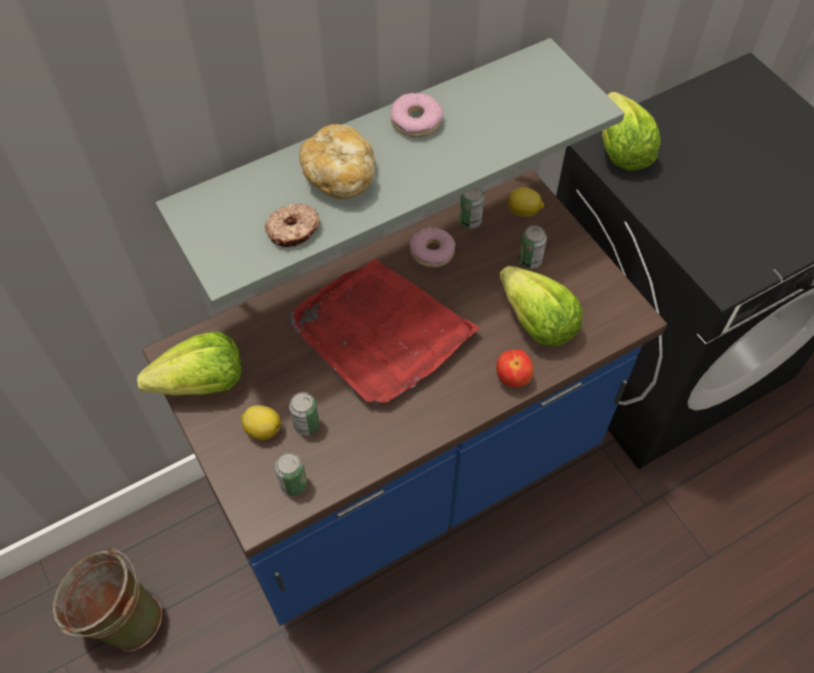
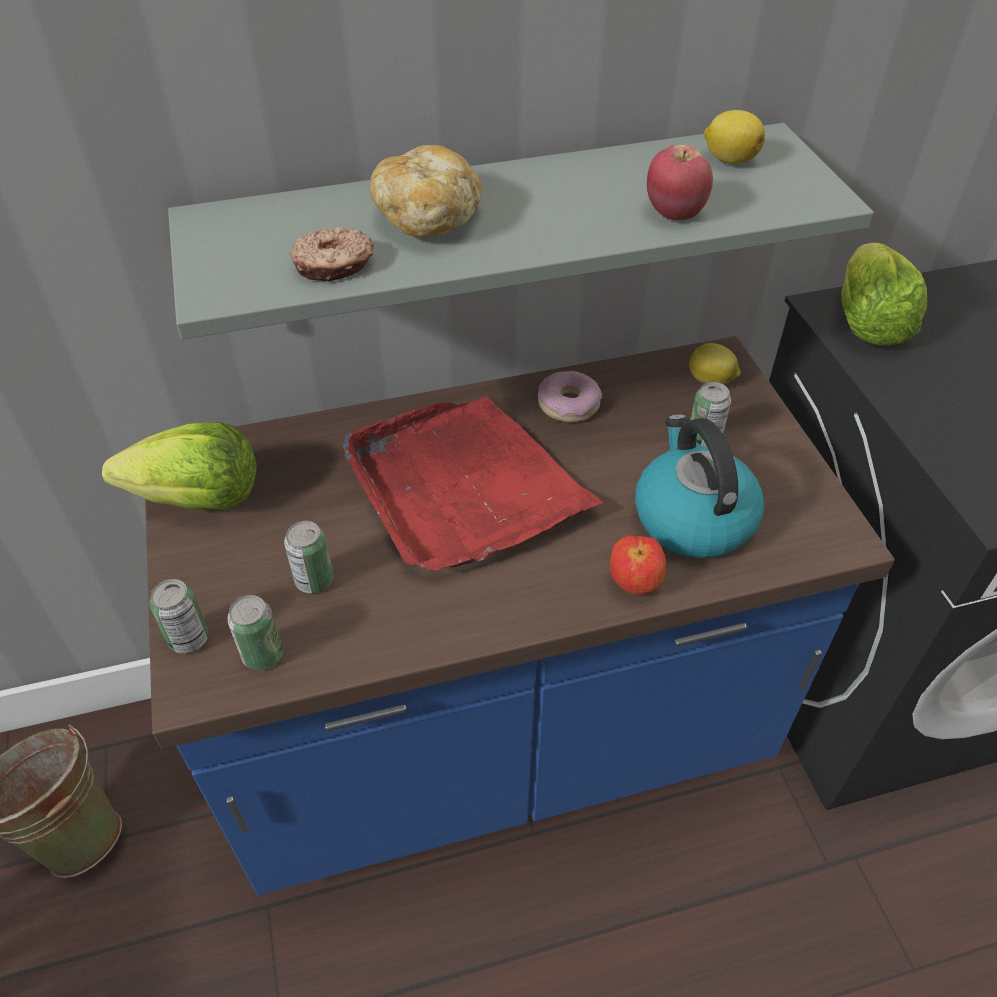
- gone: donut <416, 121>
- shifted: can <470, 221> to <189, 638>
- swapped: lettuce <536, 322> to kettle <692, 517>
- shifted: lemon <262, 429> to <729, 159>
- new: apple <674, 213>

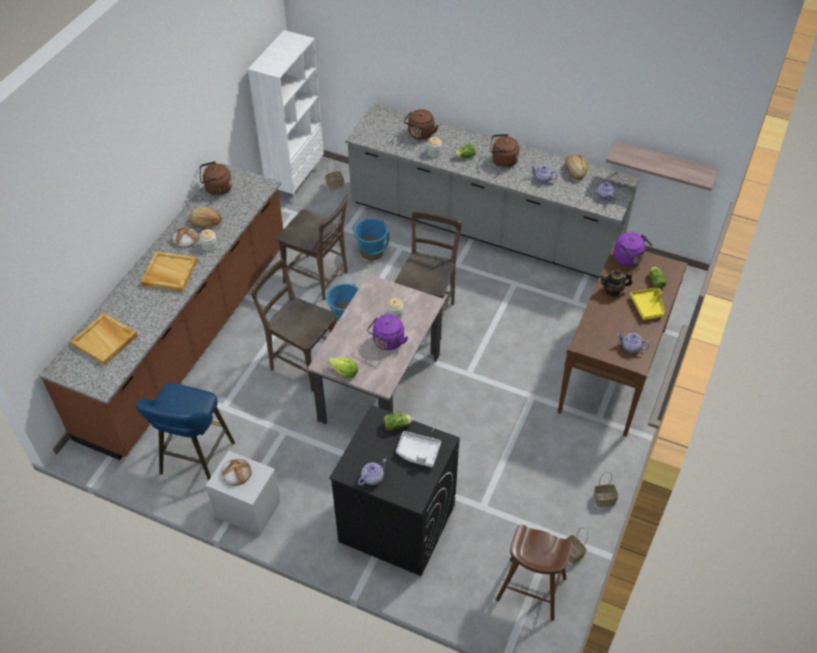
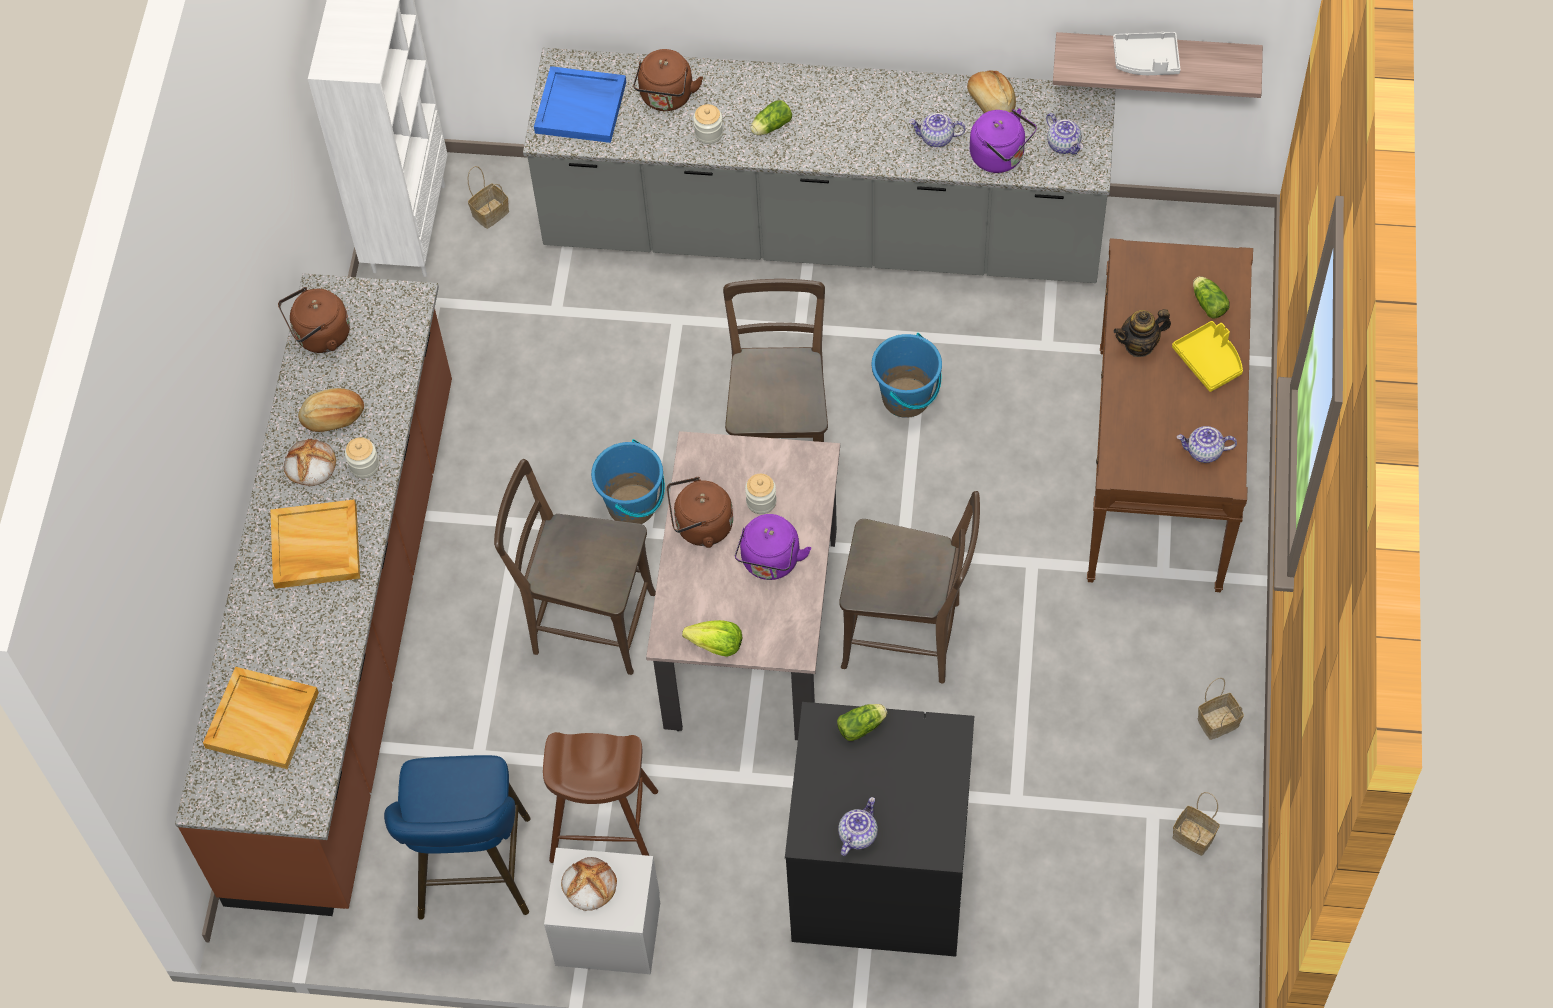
- shifted: brown_kettle <502, 161> to <700, 527>
- shifted: brown_chair <318, 278> to <908, 636>
- shifted: blue_bucket <371, 252> to <906, 398>
- shifted: purple_kettle <629, 259> to <1000, 157>
- shifted: grey_tray <418, 452> to <1146, 60>
- shifted: brown_stool <531, 589> to <604, 826>
- new: blue_tray <581, 107>

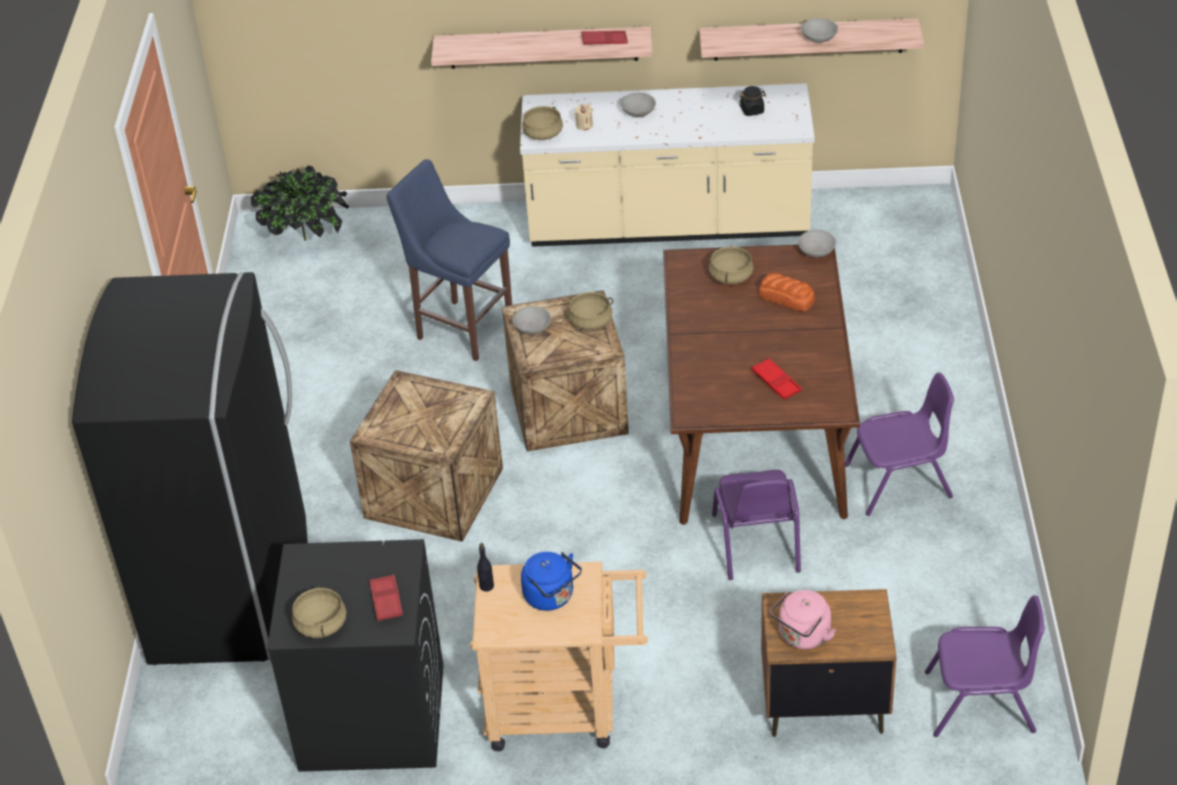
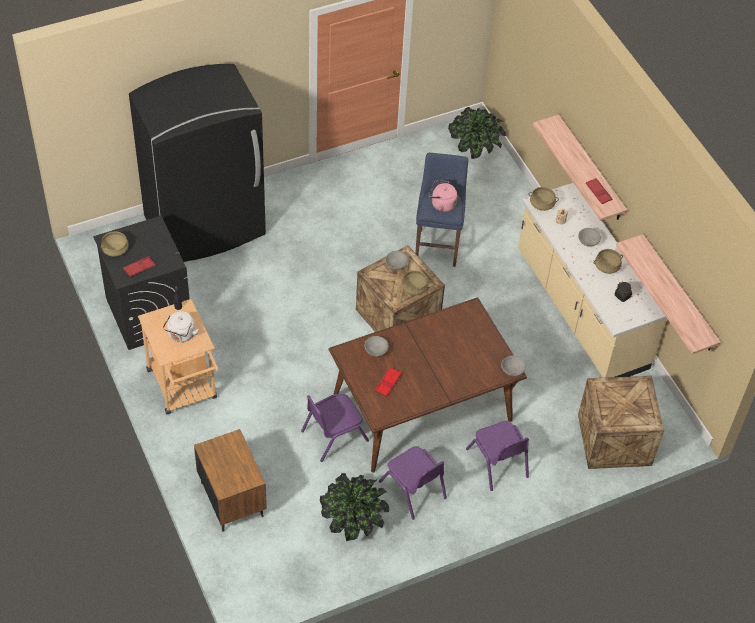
- shifted: grey_bowl <819, 38> to <376, 350>
- shifted: beige_cooking_pot <730, 276> to <607, 266>
- gone: bread <787, 298>
- shifted: crate <436, 492> to <615, 440>
- repainted: blue_kettle <551, 597> to white_kettle <181, 335>
- shifted: pink_kettle <802, 637> to <441, 204>
- shifted: purple_chair <980, 703> to <497, 463>
- new: potted_plant <354, 521>

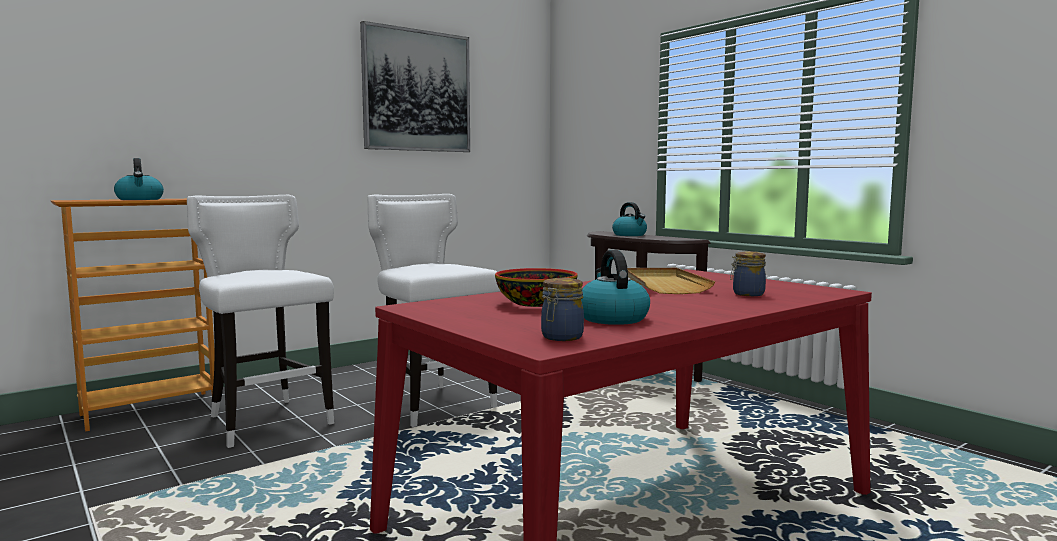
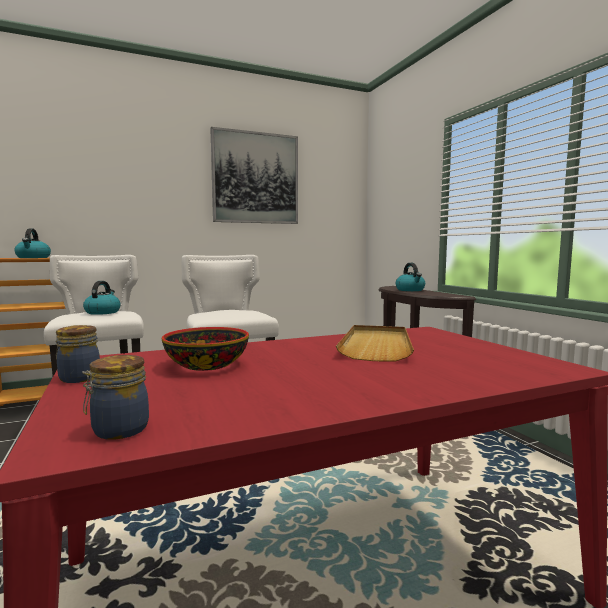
- shifted: kettle <612, 318> to <102, 312>
- shifted: jar <747, 294> to <78, 378>

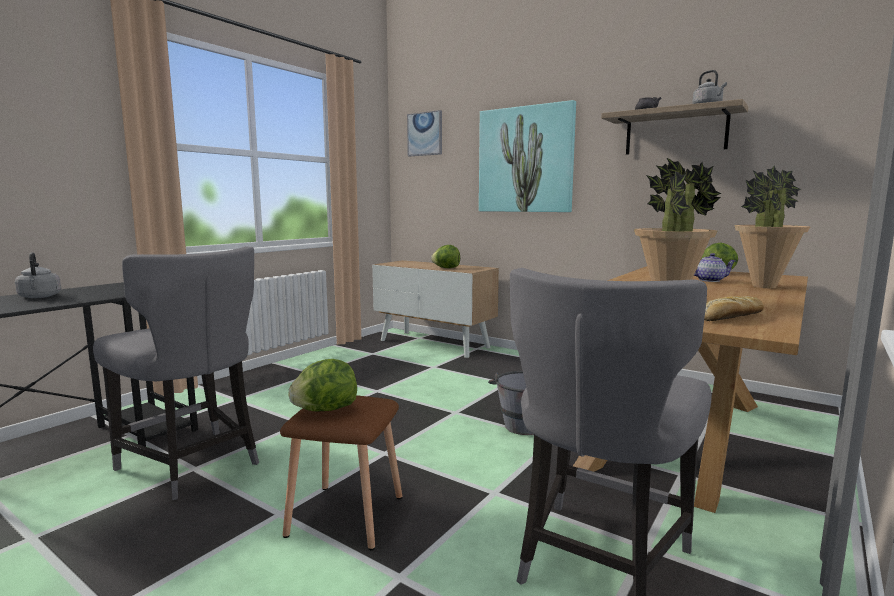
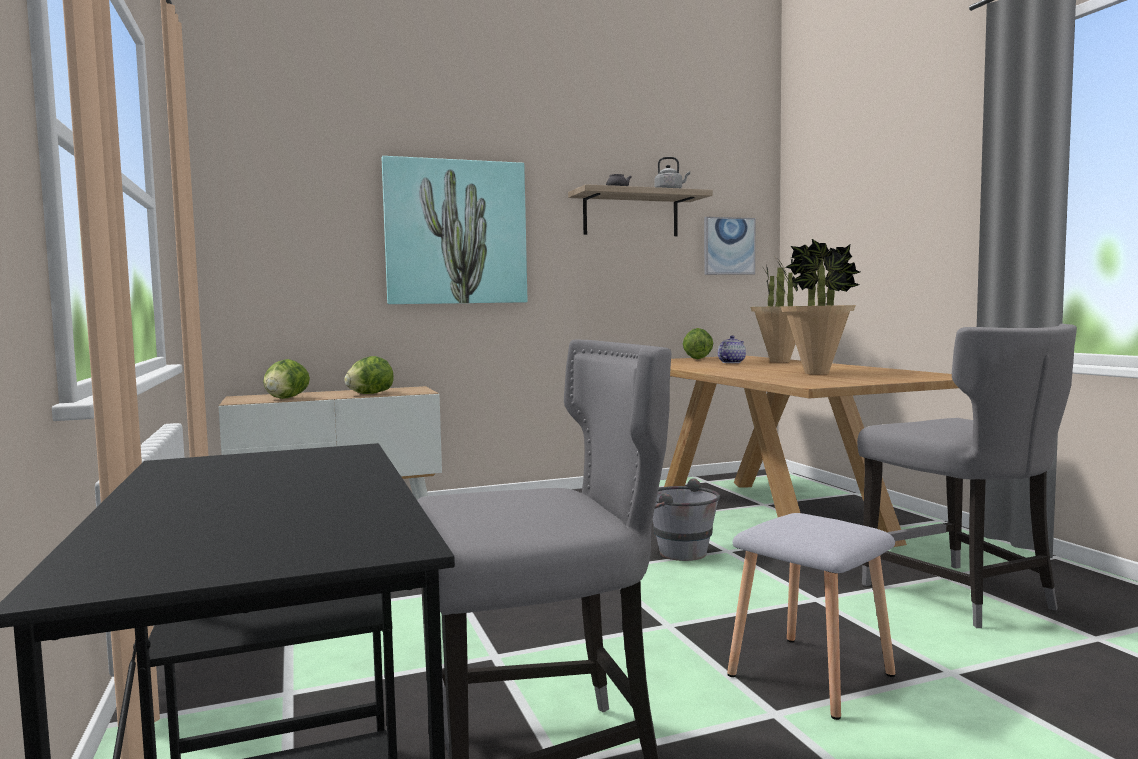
- shifted: picture <425, 134> to <728, 246>
- gone: grey_kettle <39, 297>
- gone: bread <731, 317>
- shifted: lettuce <325, 410> to <286, 398>
- repainted: brown_stool <348, 515> to grey_stool <810, 674>

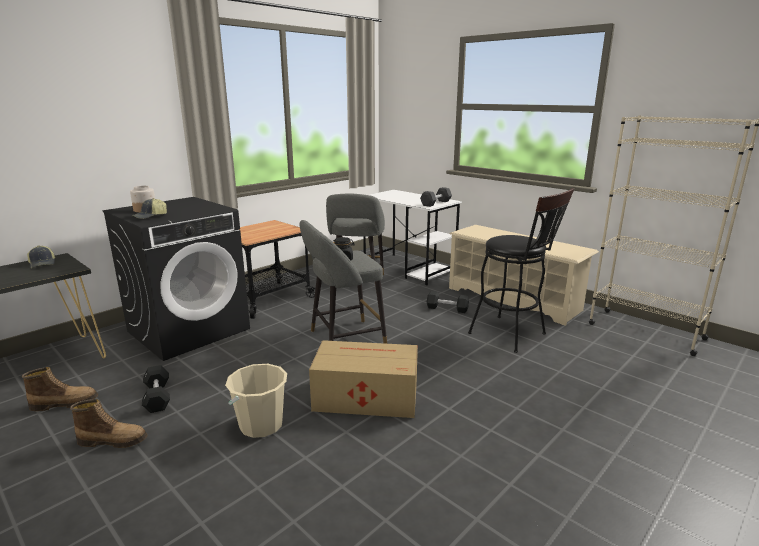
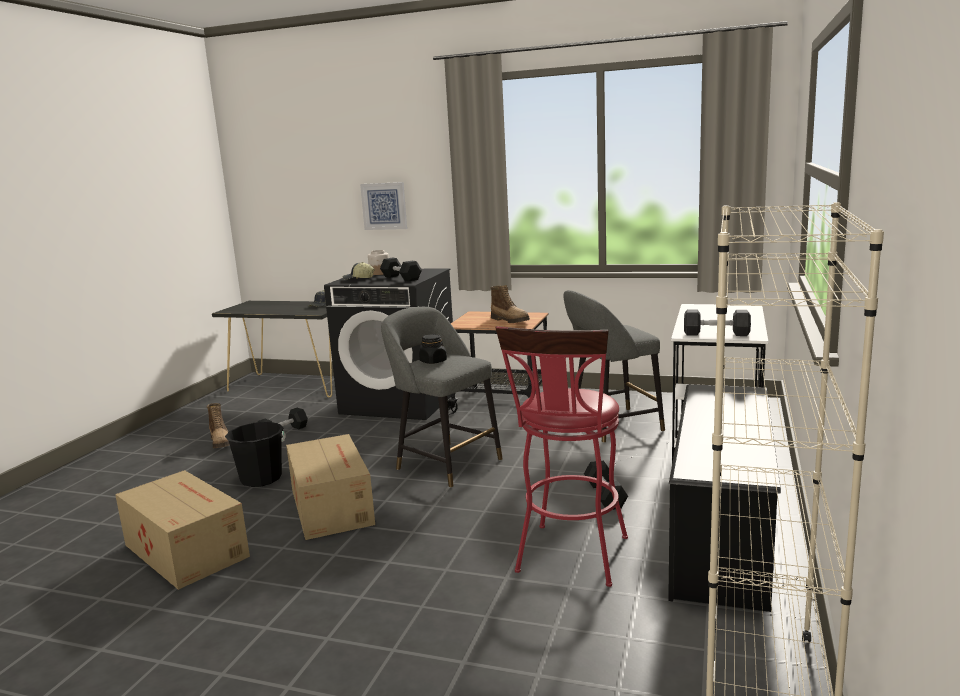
- repainted: black_stool <512, 335> to red_stool <570, 559>
- repainted: beige_shoe_rack <513, 299> to black_shoe_rack <721, 536>
- repainted: beige_bucket <261, 425> to black_bucket <261, 479>
- shifted: boot <65, 403> to <510, 321>
- new: picture <384, 206>
- new: black_dumbbell <401, 278>
- new: cardboard_box <186, 549>

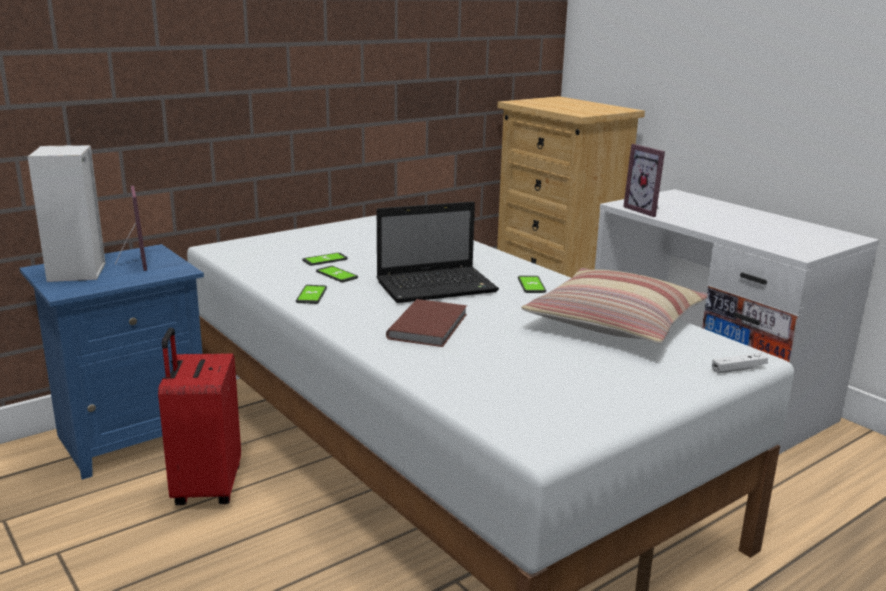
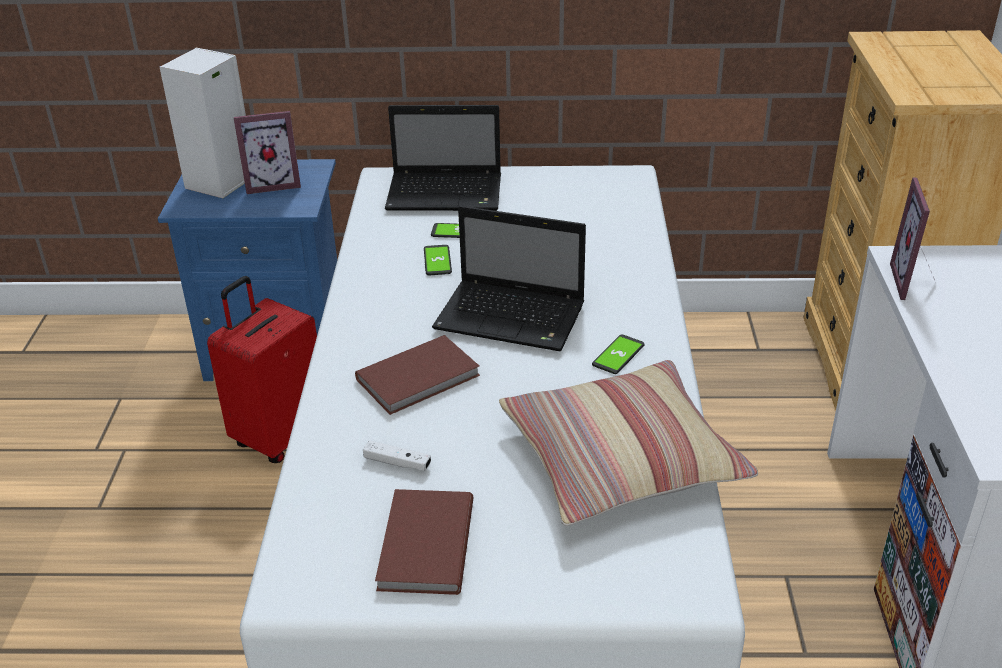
- rotated: picture_frame <130, 264> = <273, 184> 60 degrees clockwise
- gone: phone <311, 295>
- shifted: white_game_controller <738, 369> to <397, 462>
- new: laptop <447, 194>
- new: brown_book <423, 546>

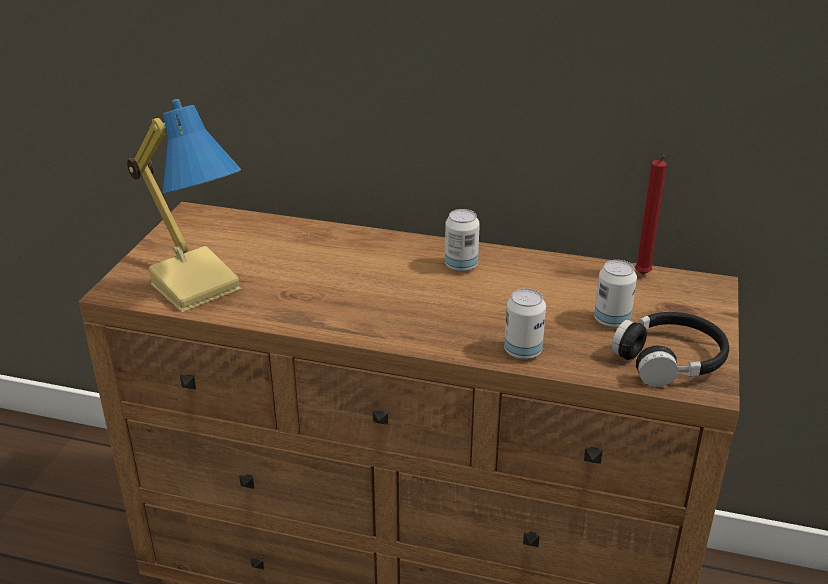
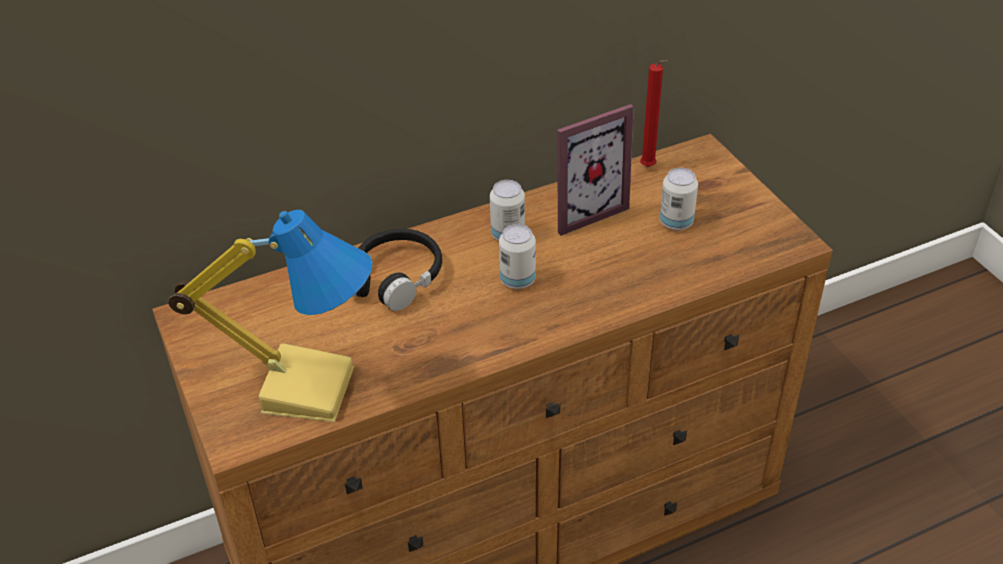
- shifted: can <522, 351> to <517, 280>
- shifted: black_headphones <670, 360> to <395, 278>
- new: picture_frame <582, 209>

